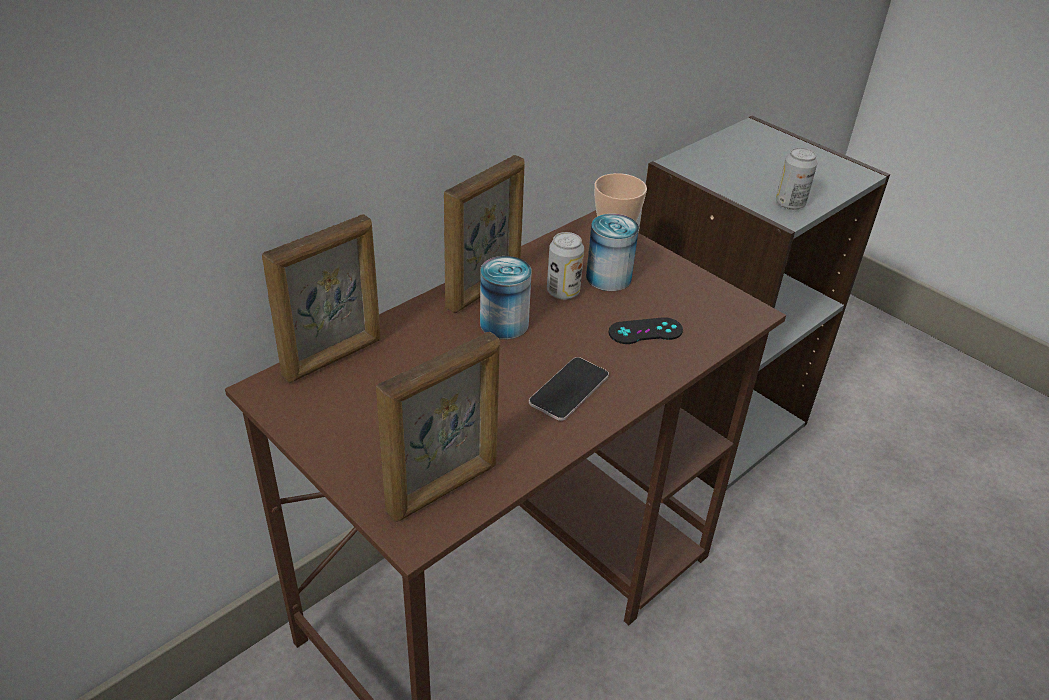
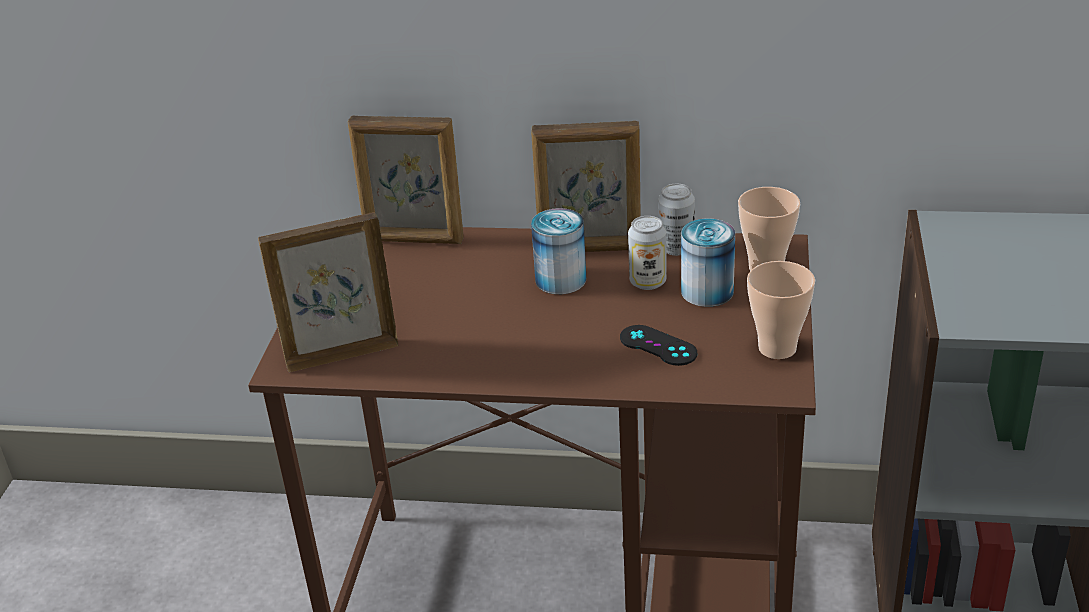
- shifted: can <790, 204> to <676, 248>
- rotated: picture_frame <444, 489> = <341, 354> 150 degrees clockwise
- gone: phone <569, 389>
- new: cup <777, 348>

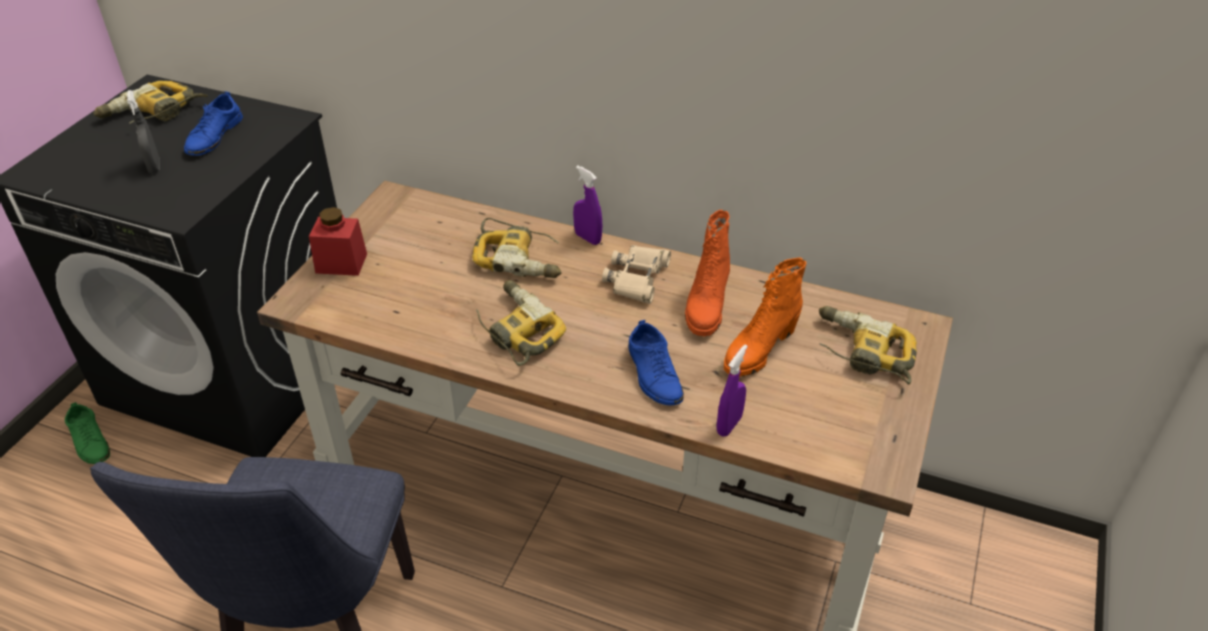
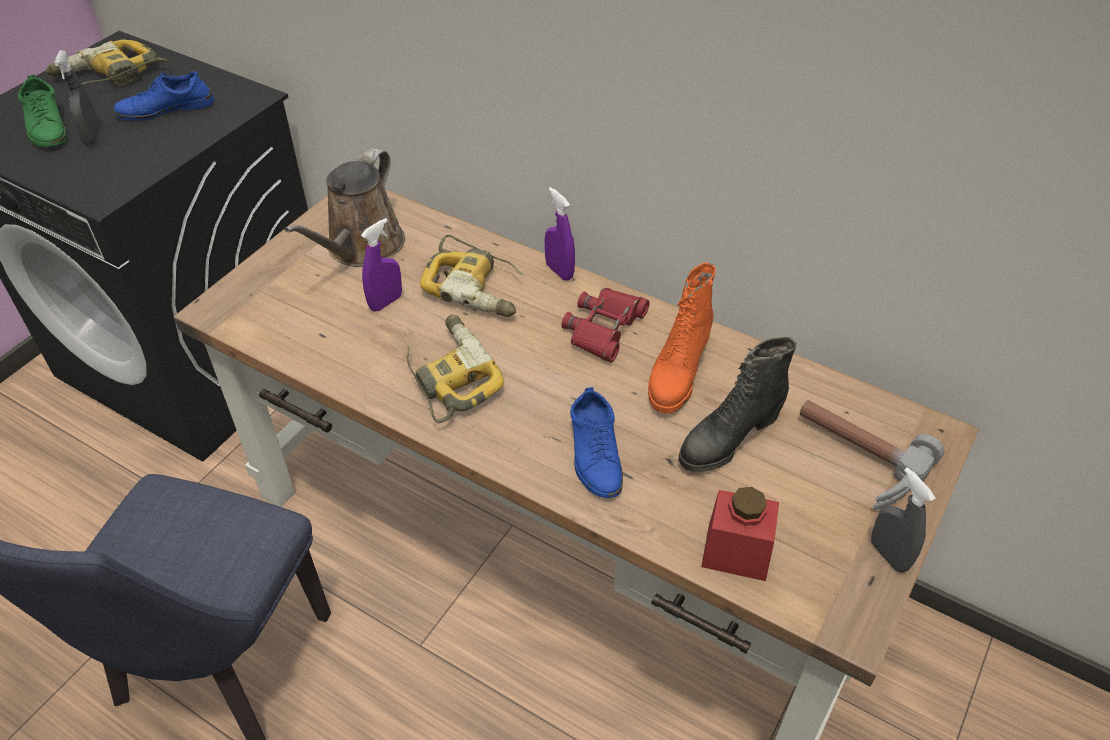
- rotated: blue_shoe <214, 136> = <166, 109> 45 degrees clockwise
- shifted: red_jar <341, 263> to <736, 552>
- repainted: beige_binoculars <637, 278> to red_binoculars <604, 328>
- repainted: orange_boot <759, 350> to black_boot <728, 439>
- swapped: power_drill <861, 353> to hammer <853, 459>
- shifted: purple_spray_bottle <729, 425> to <386, 302>
- shifted: green_shoe <90, 441> to <47, 126>
- new: brown_watering_can <361, 248>
- new: grey_spray_bottle <888, 555>

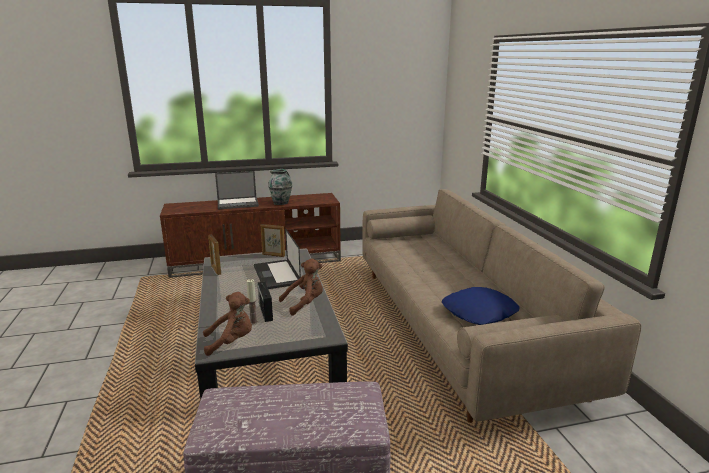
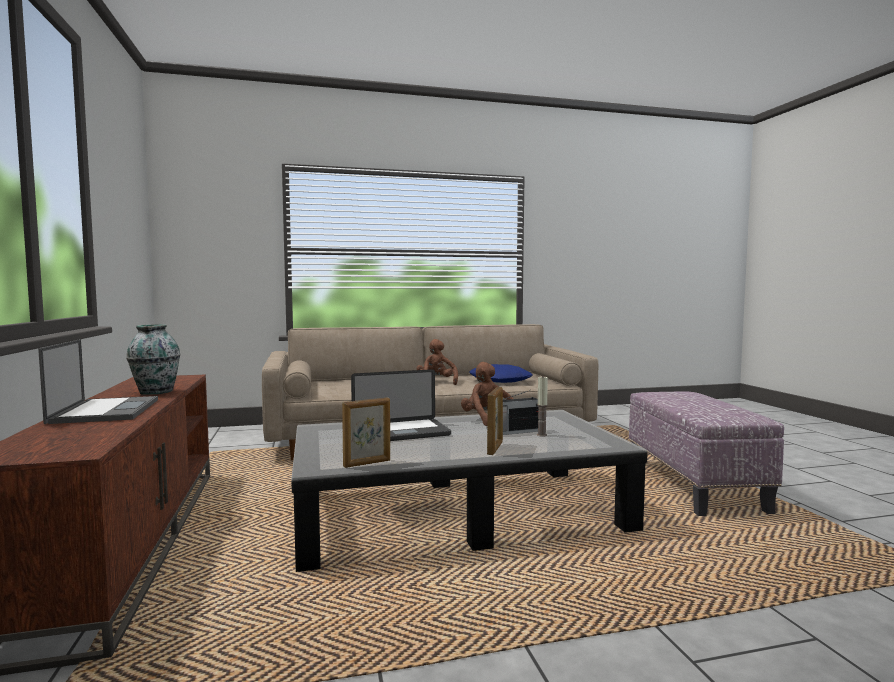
- shifted: picture_frame <273, 255> to <495, 448>
- shifted: brown_plush_toy <231, 342> to <436, 382>

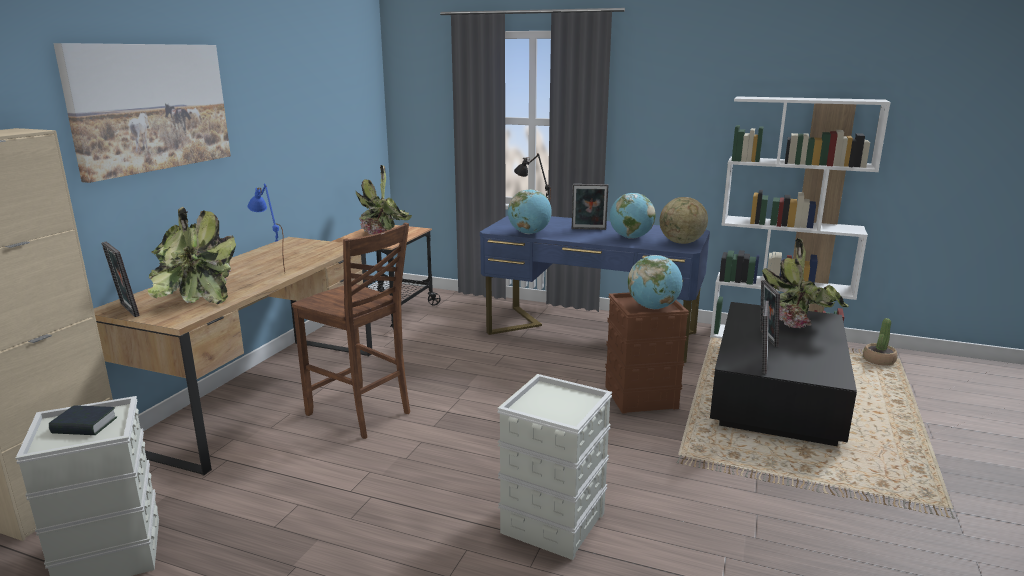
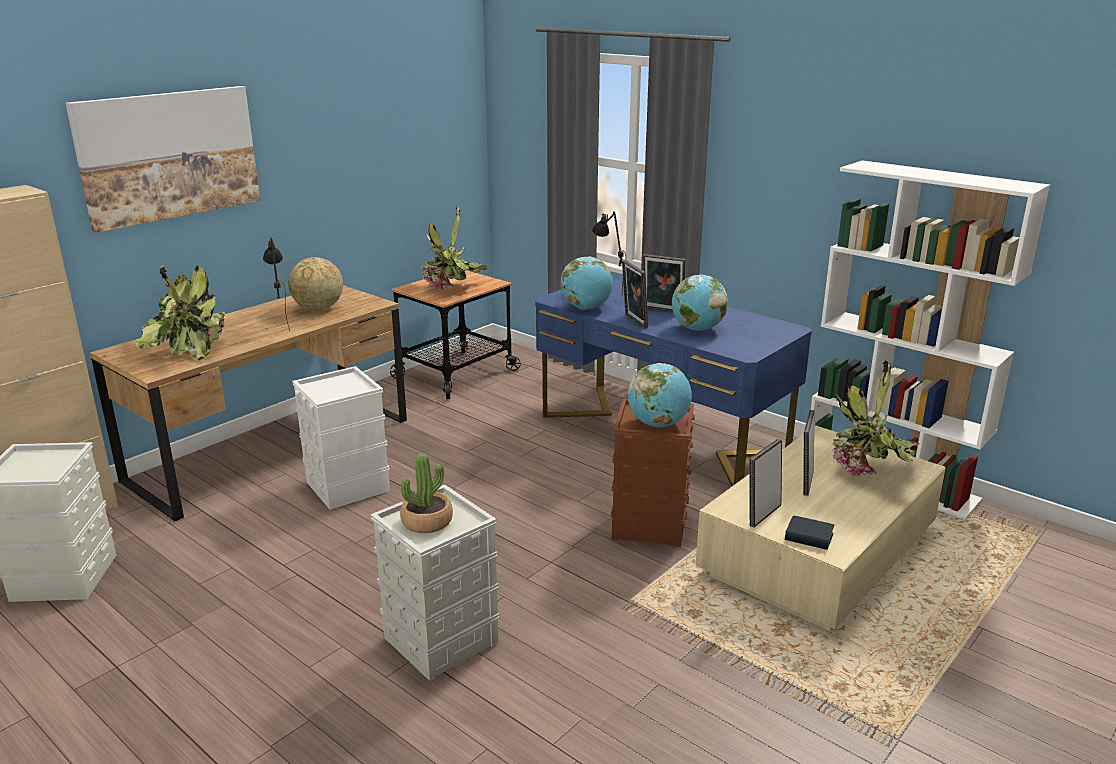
- repainted: blue_table_lamp <271, 270> to black_table_lamp <281, 324>
- shifted: globe <681, 243> to <318, 308>
- swapped: brown_chair <360, 414> to white_storage_box <347, 487>
- shifted: picture_frame <126, 310> to <633, 321>
- repainted: black_coffee_table <777, 394> to beige_coffee_table <818, 552>
- shifted: potted_plant <878, 360> to <427, 521>
- shifted: book <84, 426> to <809, 537>

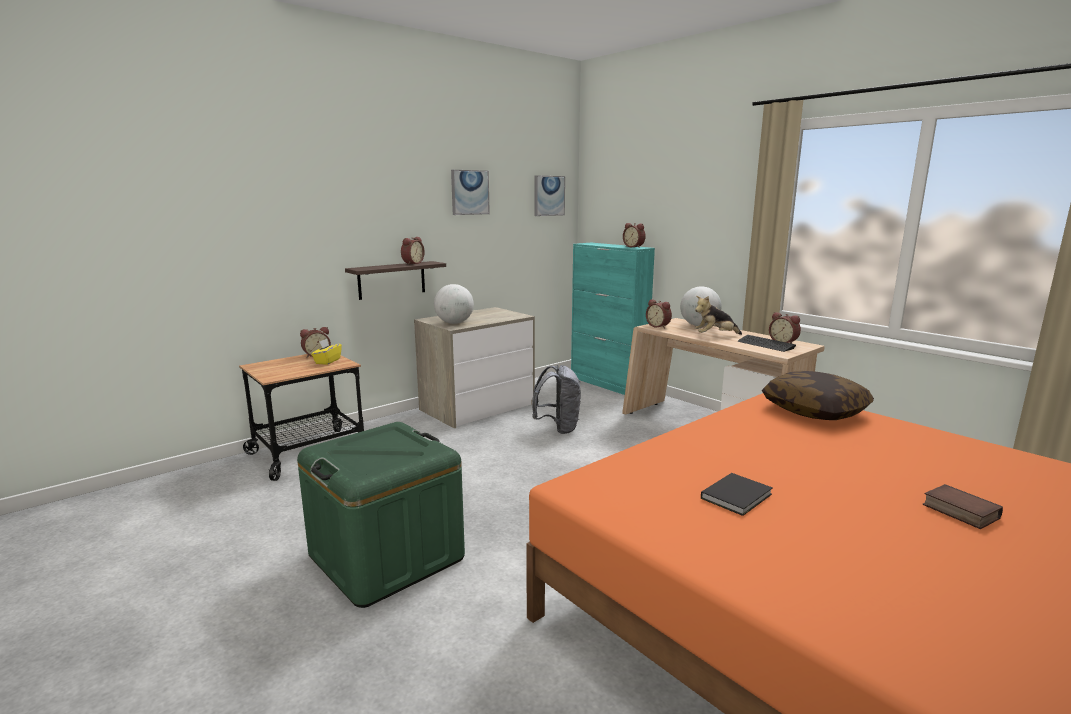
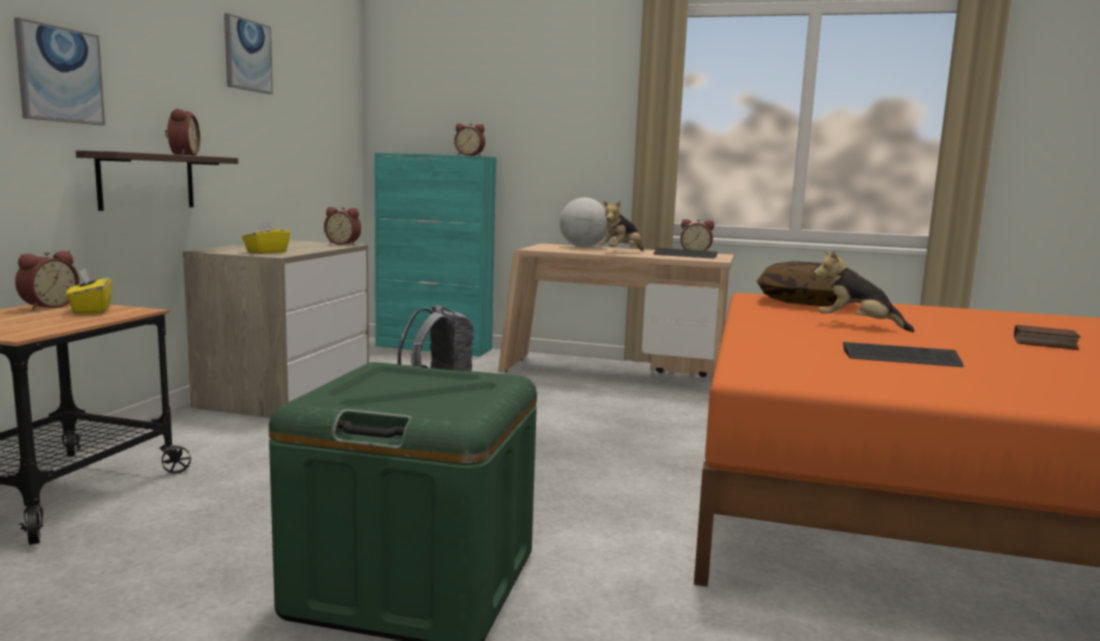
- shifted: picture <549, 195> to <59, 75>
- swapped: globe <454, 323> to yellow_tissue_box <266, 252>
- shifted: alarm_clock <658, 326> to <344, 244>
- swapped: black_book <738, 496> to keyboard <901, 358>
- new: plush_toy <857, 325>

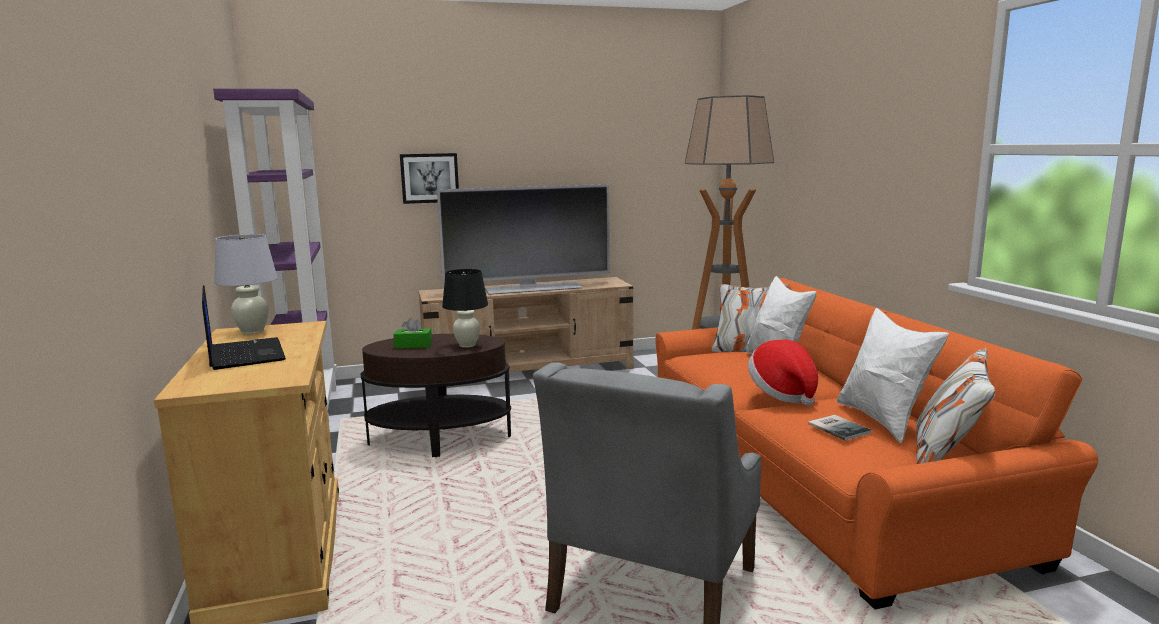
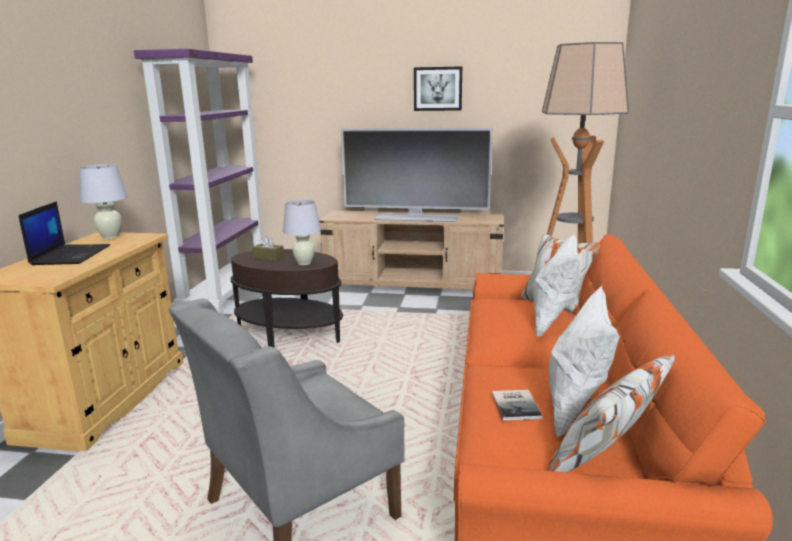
- shifted: picture <429, 178> to <438, 89>
- repainted: black_table_lamp <467, 345> to white_table_lamp <304, 263>
- repainted: green_tissue_box <413, 345> to brown_tissue_box <268, 257>
- gone: hat <783, 393>

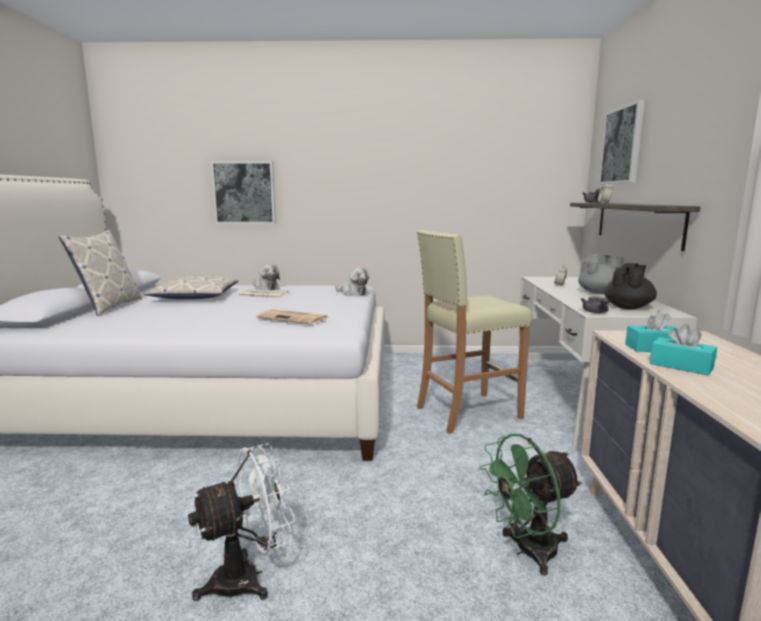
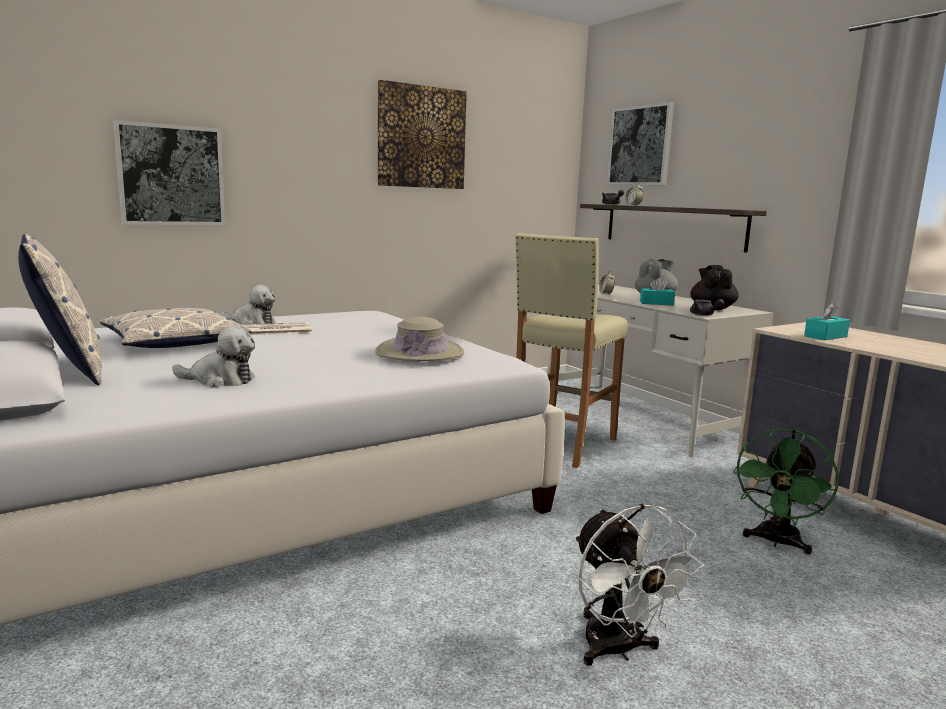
- shifted: plush_toy <353, 293> to <220, 380>
- swapped: newspaper <294, 318> to beige_hat <420, 352>
- shifted: turquoise_tissue_box <681, 366> to <656, 303>
- rotated: white_fan <248, 577> = <618, 650> 135 degrees clockwise
- new: picture <421, 137>

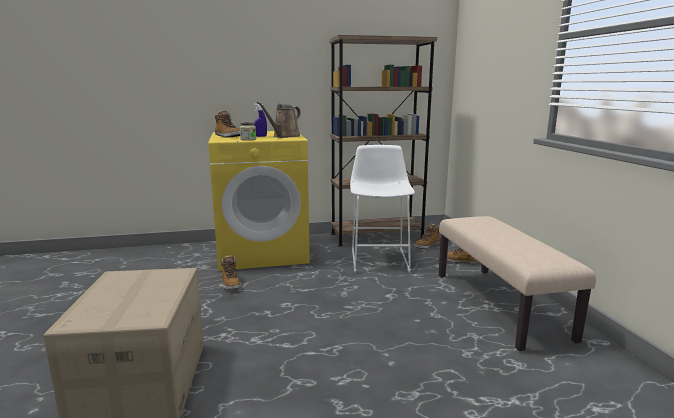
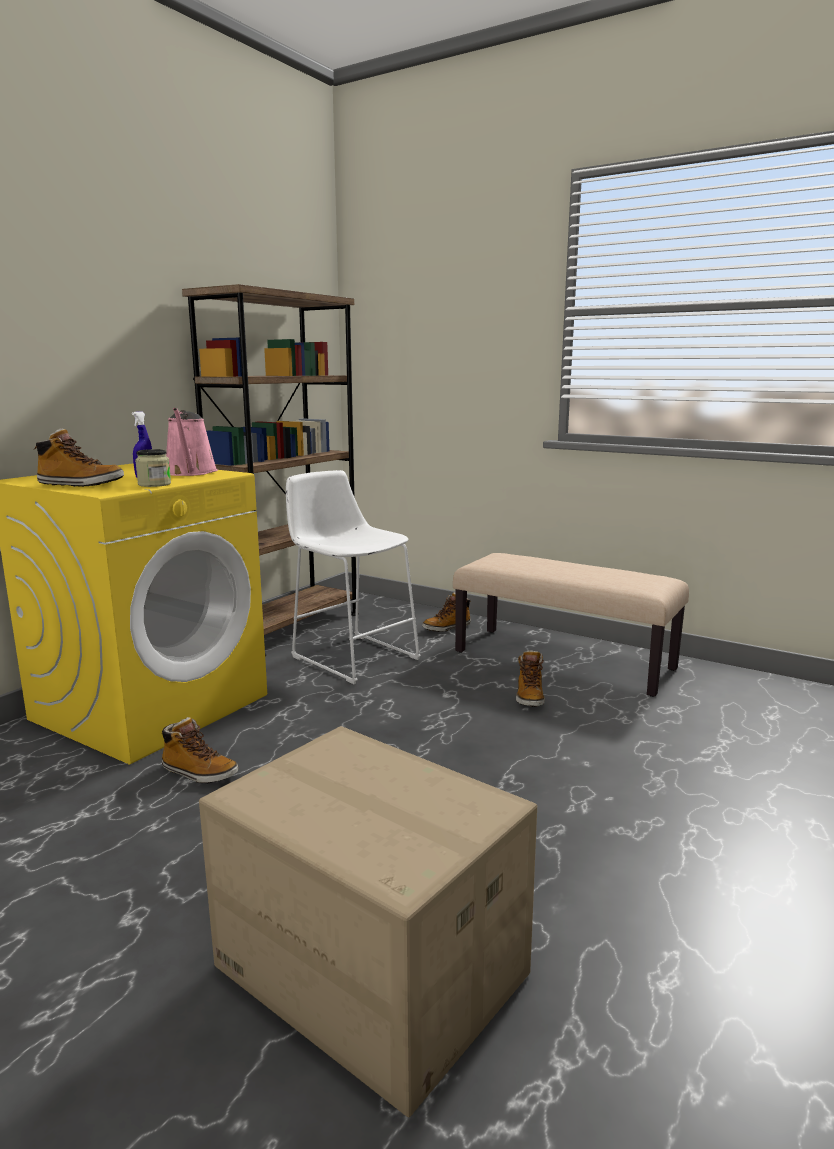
- repainted: brown_watering_can <284, 136> to pink_watering_can <190, 473>
- shifted: boot <426, 246> to <529, 697>

